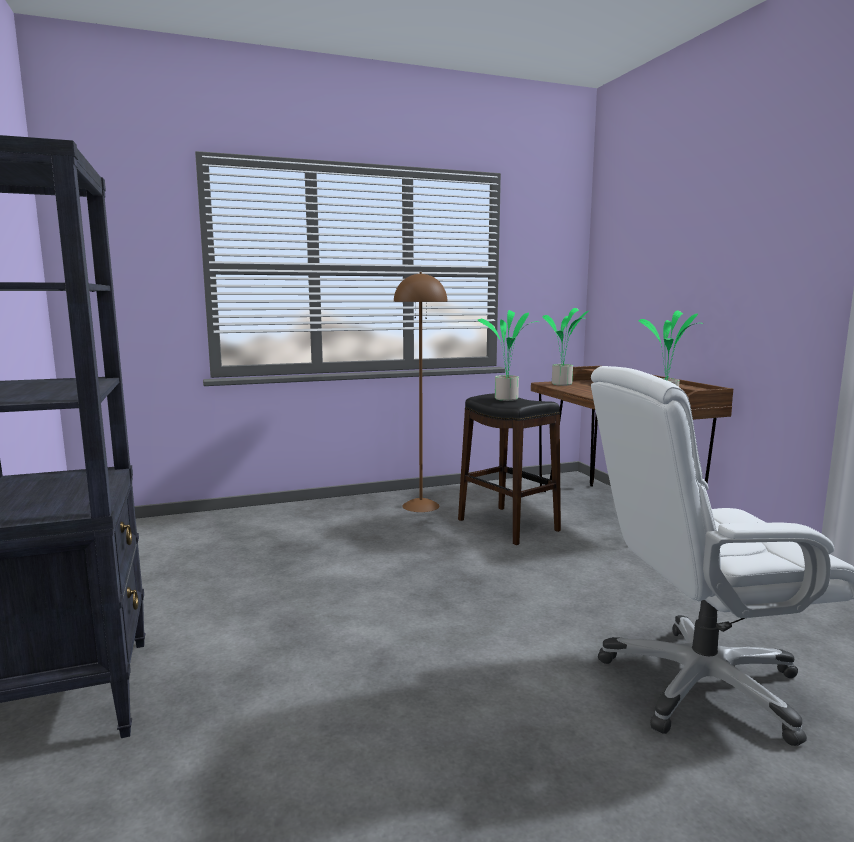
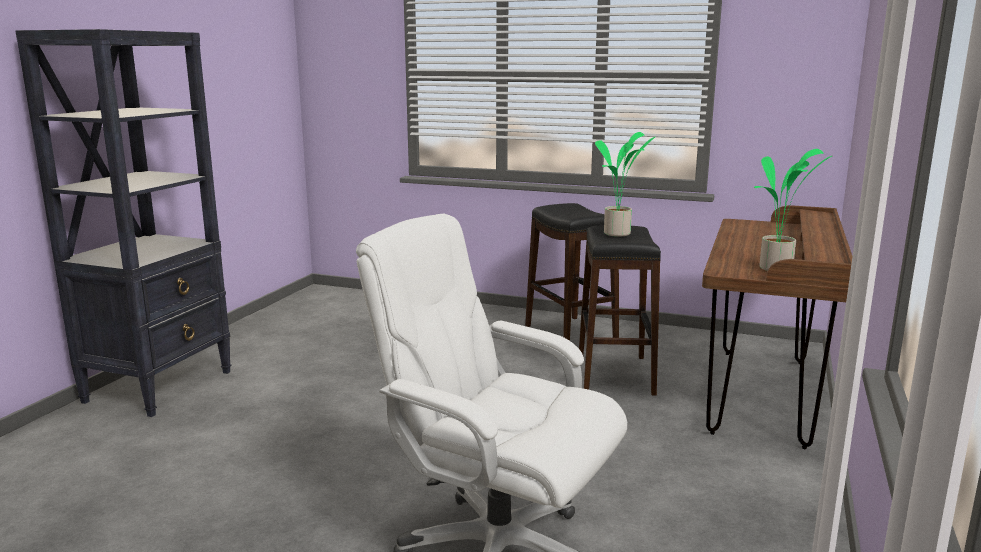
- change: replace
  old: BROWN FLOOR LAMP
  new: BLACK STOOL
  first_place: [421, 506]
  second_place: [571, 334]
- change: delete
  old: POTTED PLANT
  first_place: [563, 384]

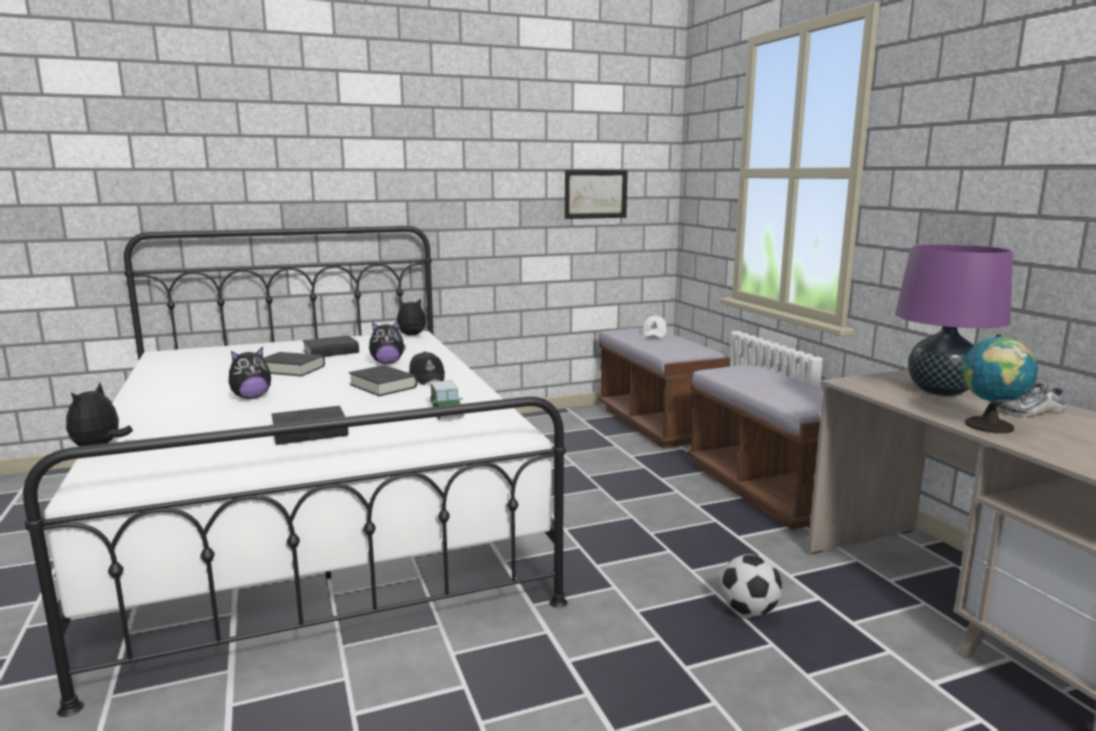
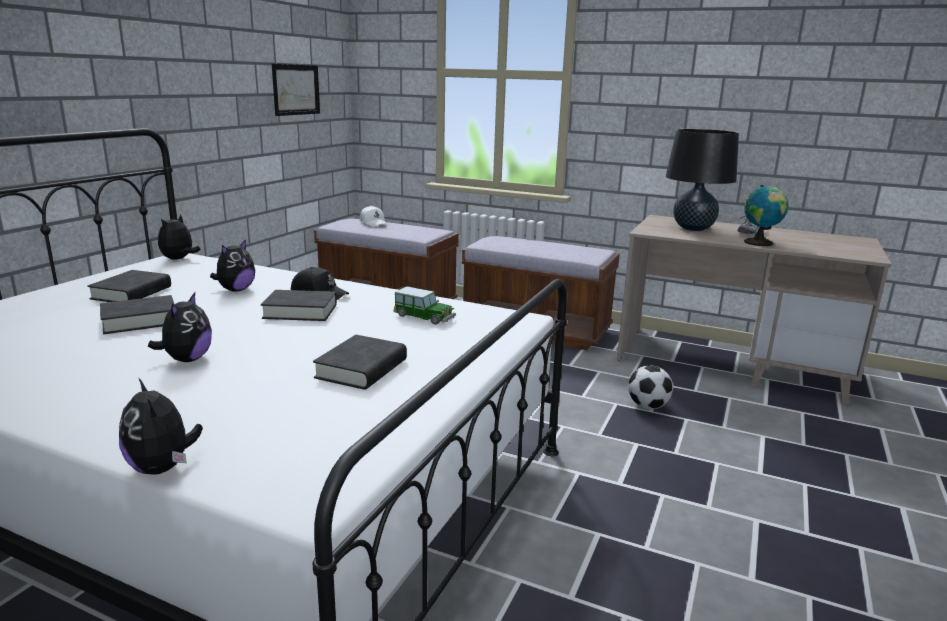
- change: recolor
  old: PURPLE TABLE LAMP
  new: BLACK TABLE LAMP
  first_place: [940, 391]
  second_place: [693, 228]

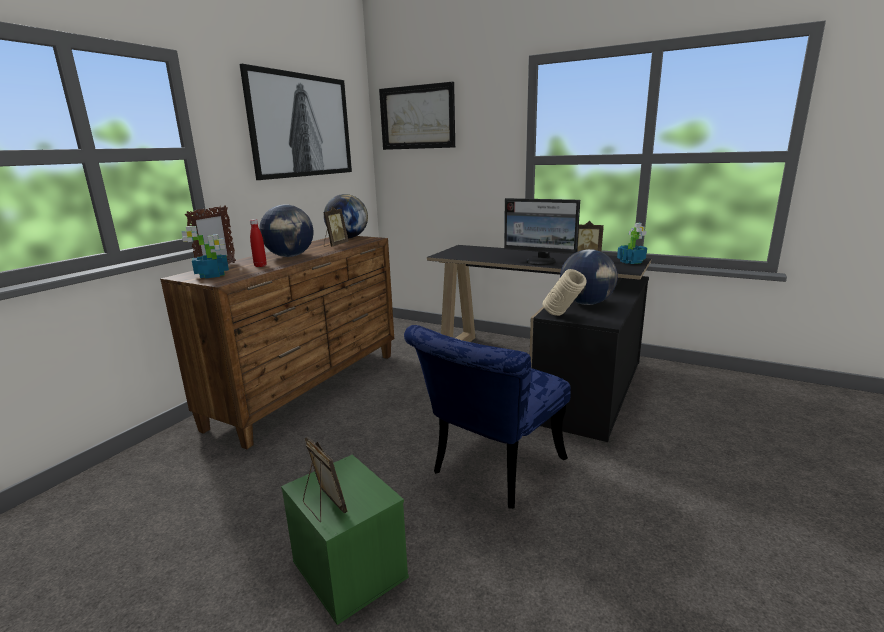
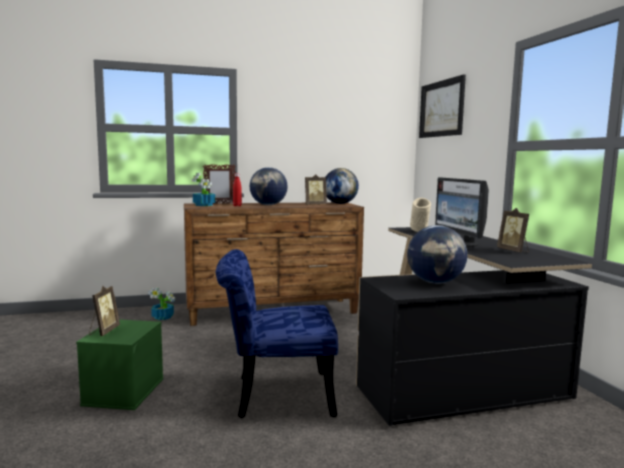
- change: delete
  old: PICTURE
  first_place: [301, 126]
- change: move
  old: POTTED PLANT
  first_place: [631, 261]
  second_place: [163, 317]
- change: move
  old: BEIGE VASE
  first_place: [562, 316]
  second_place: [419, 232]

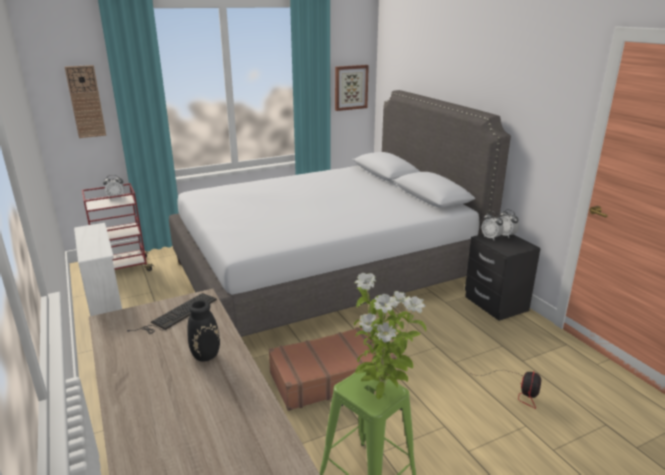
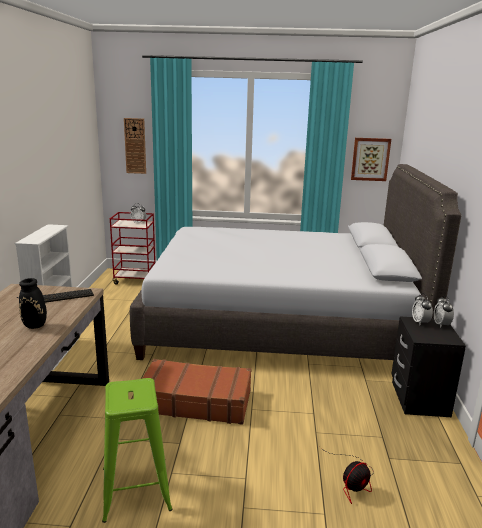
- change: delete
  old: POTTED PLANT
  first_place: [382, 393]

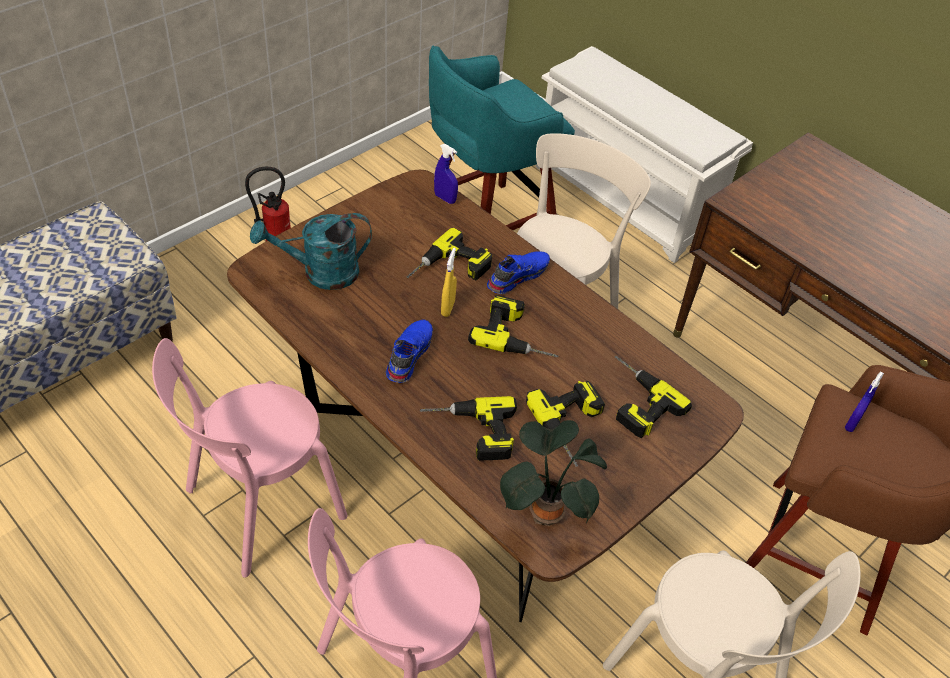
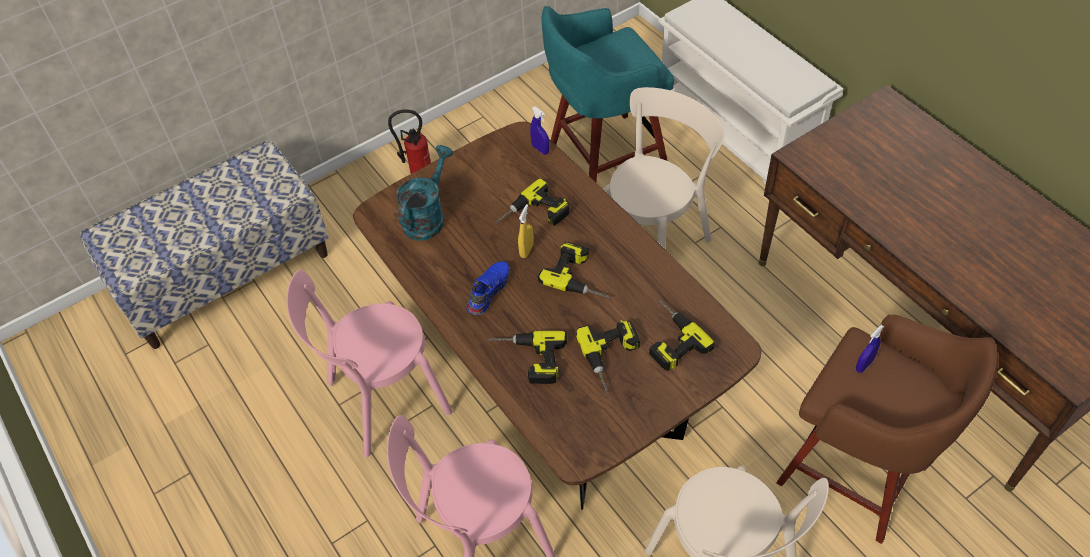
- change: rotate
  old: TURQUOISE WATERING CAN
  first_place: [320, 273]
  second_place: [427, 216]
  degrees: 120
- change: delete
  old: BLUE SHOE
  first_place: [517, 276]
- change: delete
  old: POTTED PLANT
  first_place: [545, 510]

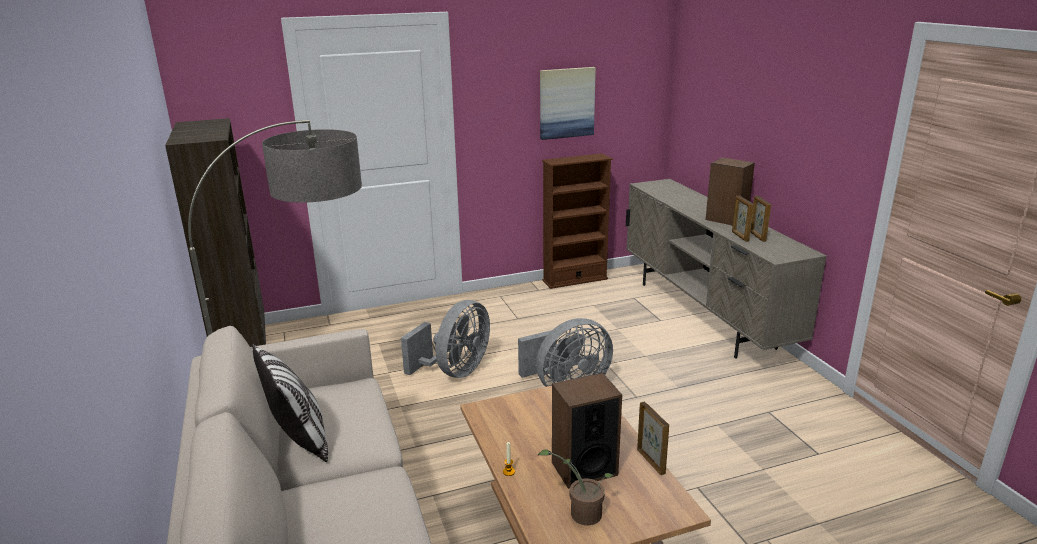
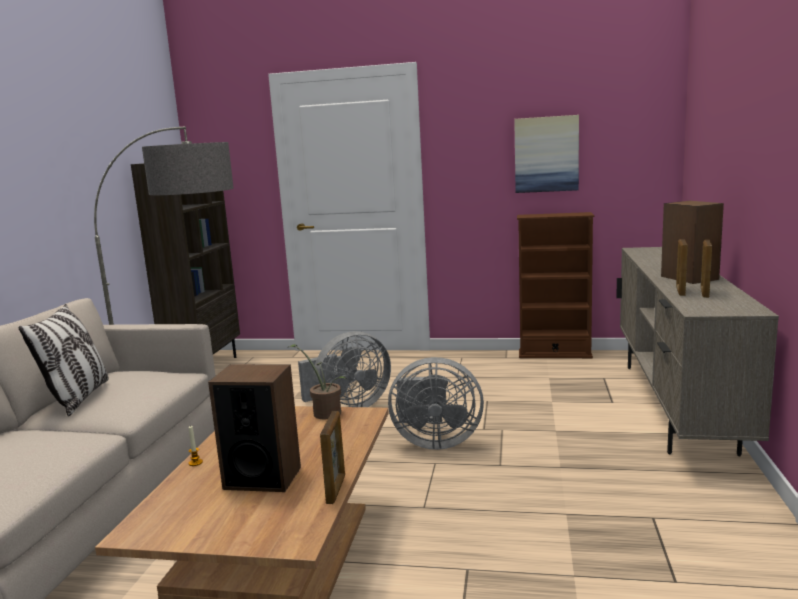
- change: move
  old: POTTED PLANT
  first_place: [581, 513]
  second_place: [324, 412]

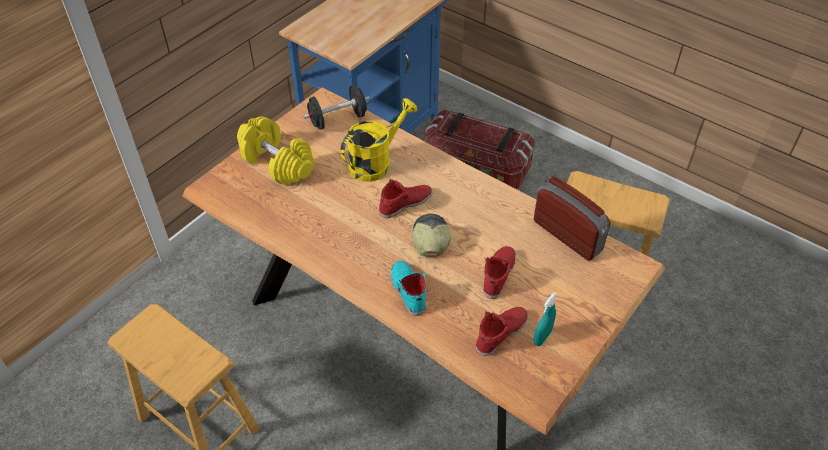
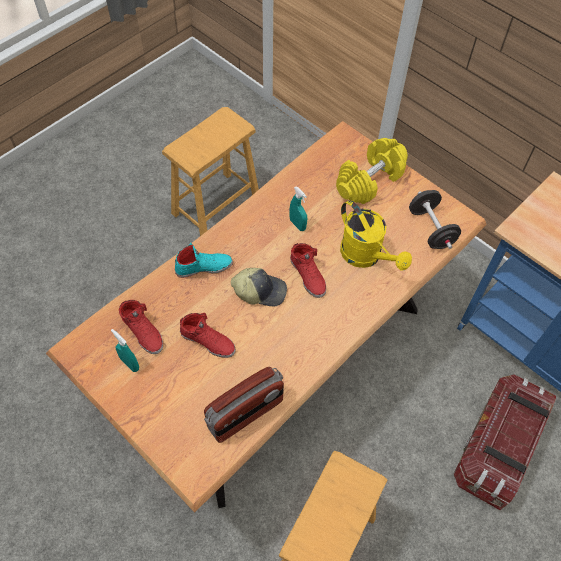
- change: insert
  new: TURQUOISE SPRAY BOTTLE
  second_place: [297, 224]

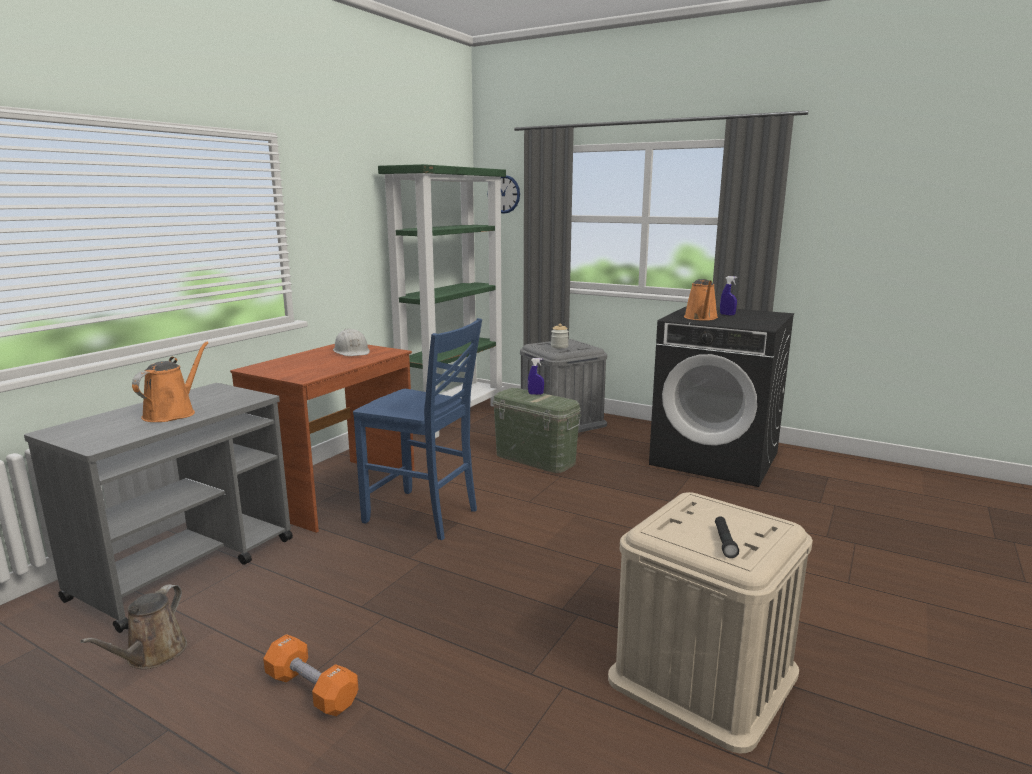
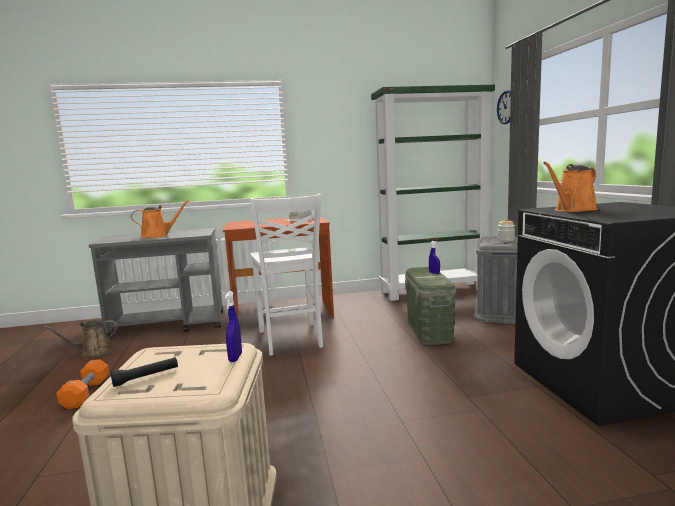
- change: move
  old: BLUE SPRAY BOTTLE
  first_place: [727, 314]
  second_place: [235, 358]
- change: recolor
  old: BLUE CHAIR
  new: WHITE CHAIR
  first_place: [423, 516]
  second_place: [291, 339]

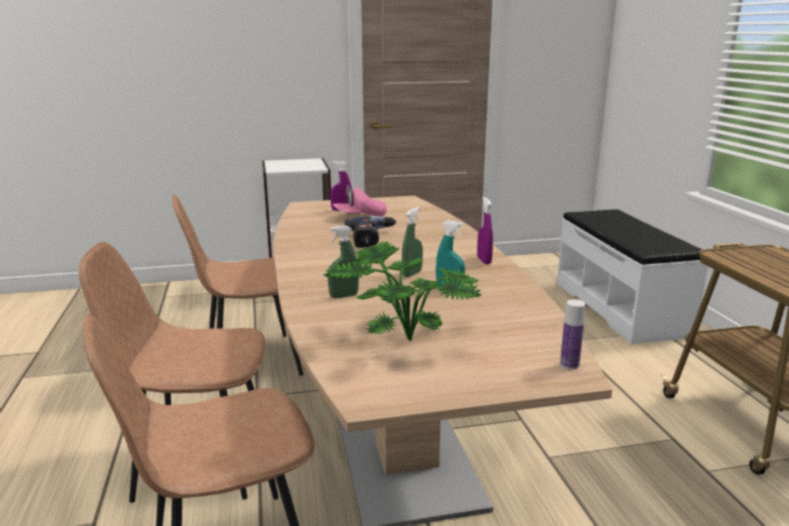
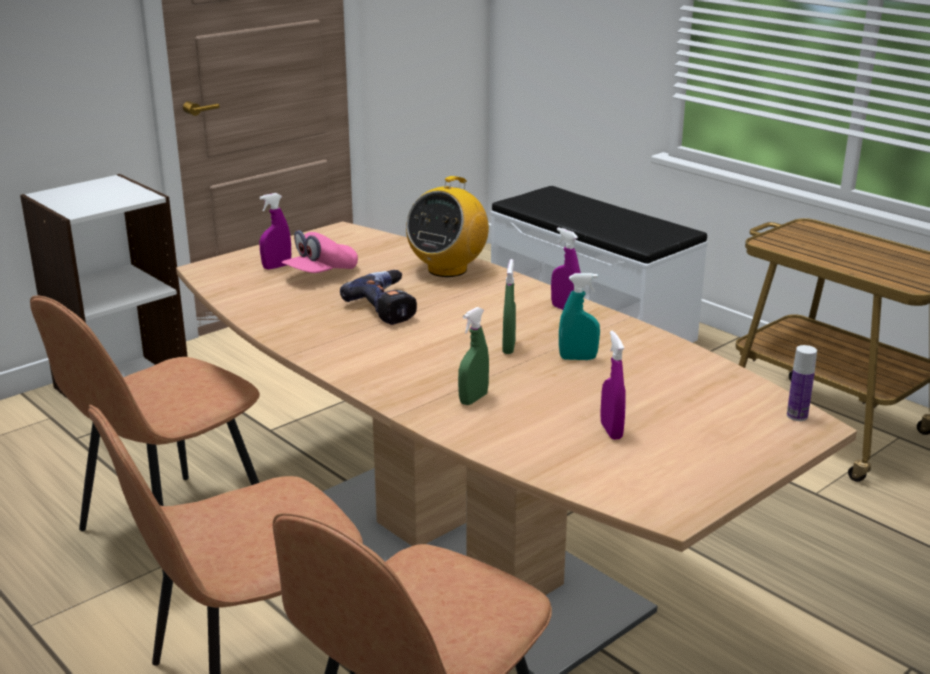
- change: replace
  old: POTTED PLANT
  new: PURPLE SPRAY BOTTLE
  first_place: [405, 336]
  second_place: [611, 431]
- change: insert
  new: RADIO
  second_place: [447, 269]

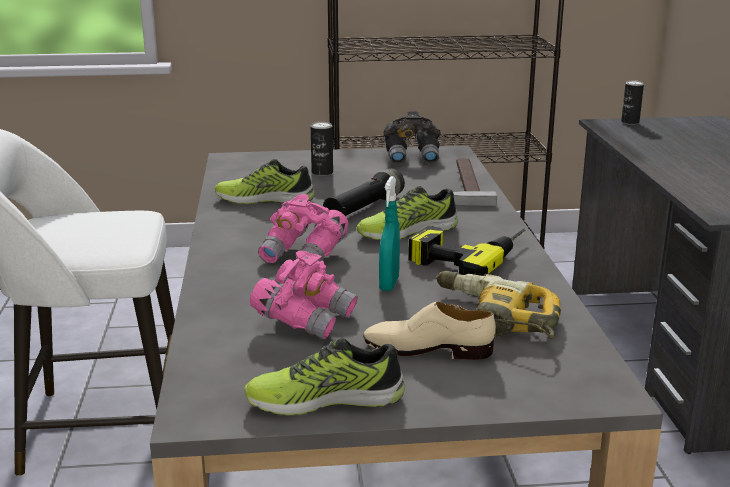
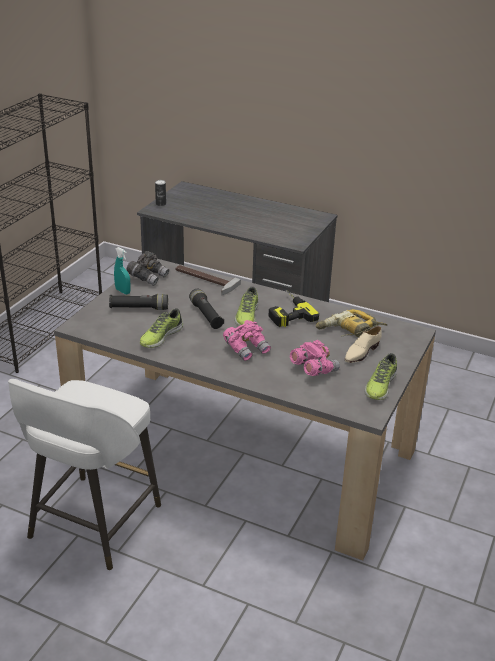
- change: replace
  old: CAN
  new: BLACK FLASHLIGHT
  first_place: [322, 173]
  second_place: [139, 308]
- change: move
  old: TURQUOISE SPRAY BOTTLE
  first_place: [389, 284]
  second_place: [123, 291]

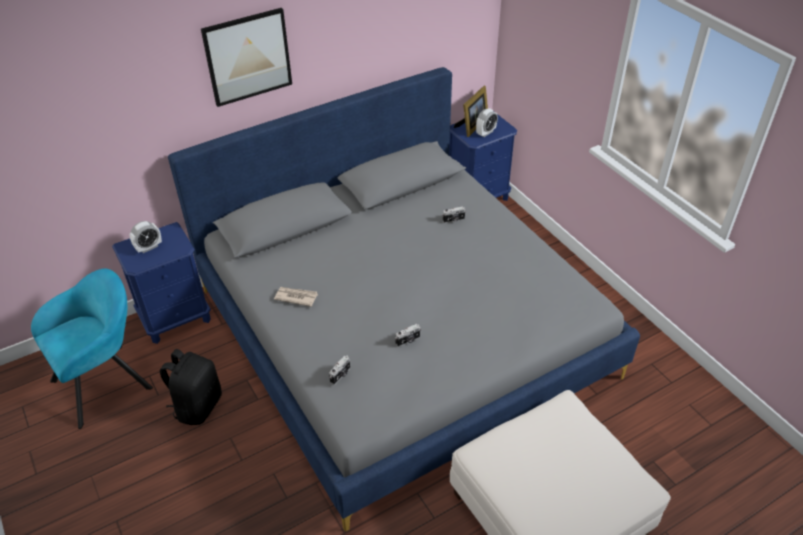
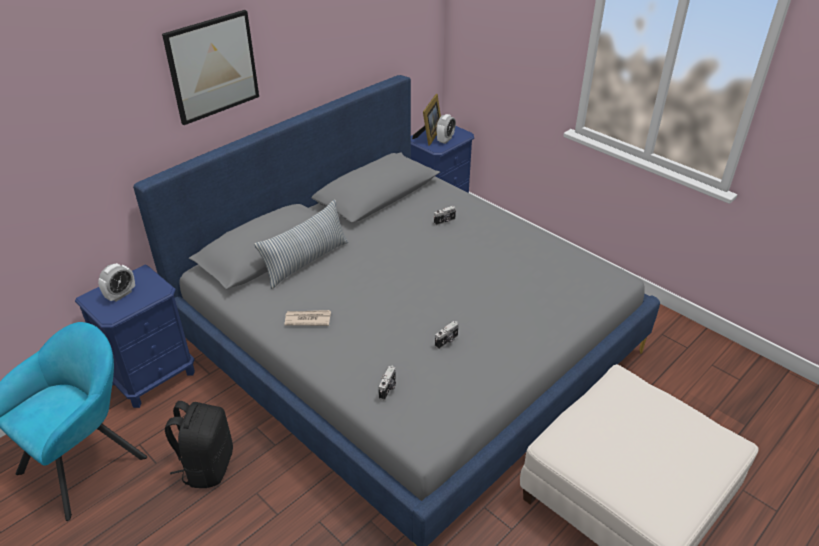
- change: insert
  new: PILLOW
  second_place: [306, 261]

